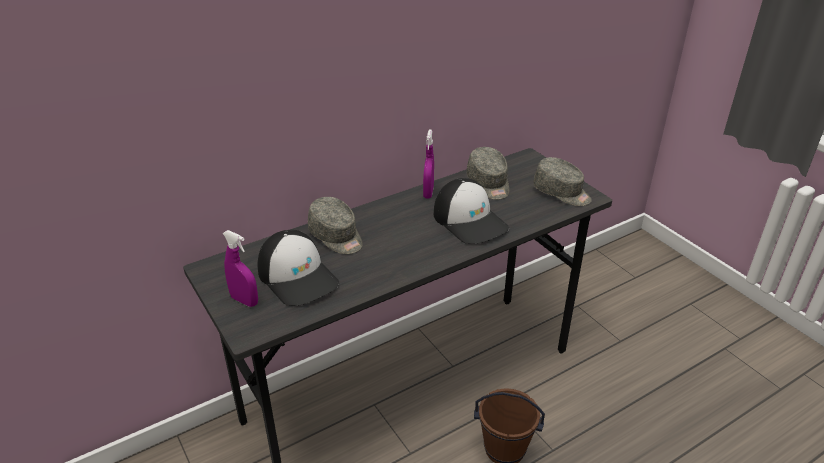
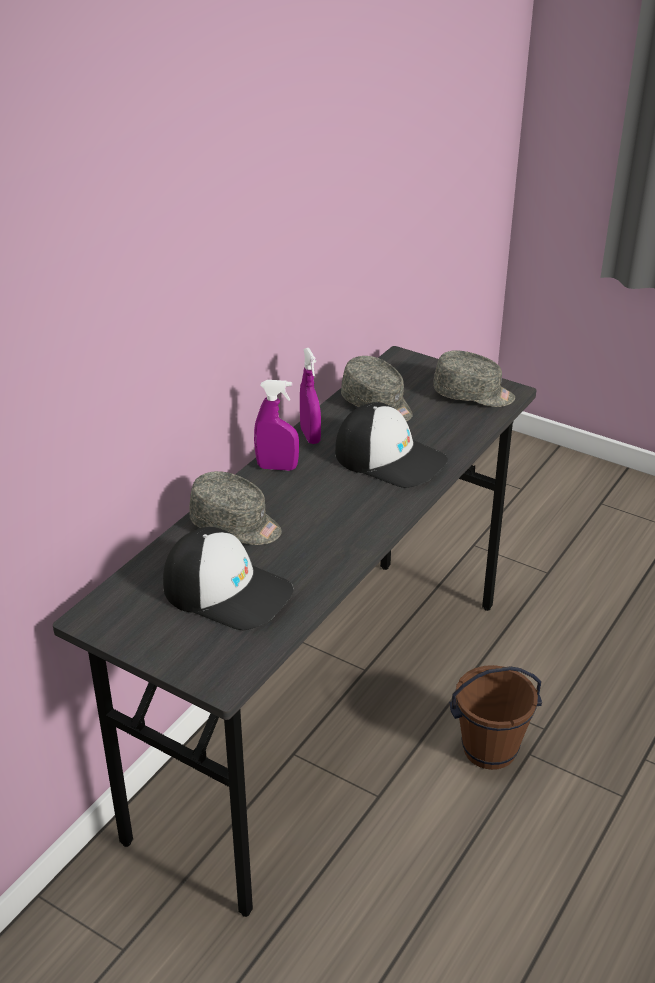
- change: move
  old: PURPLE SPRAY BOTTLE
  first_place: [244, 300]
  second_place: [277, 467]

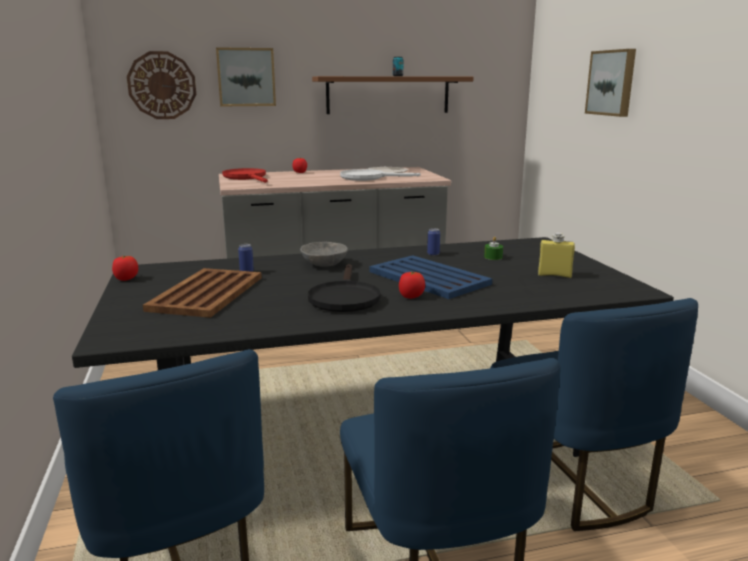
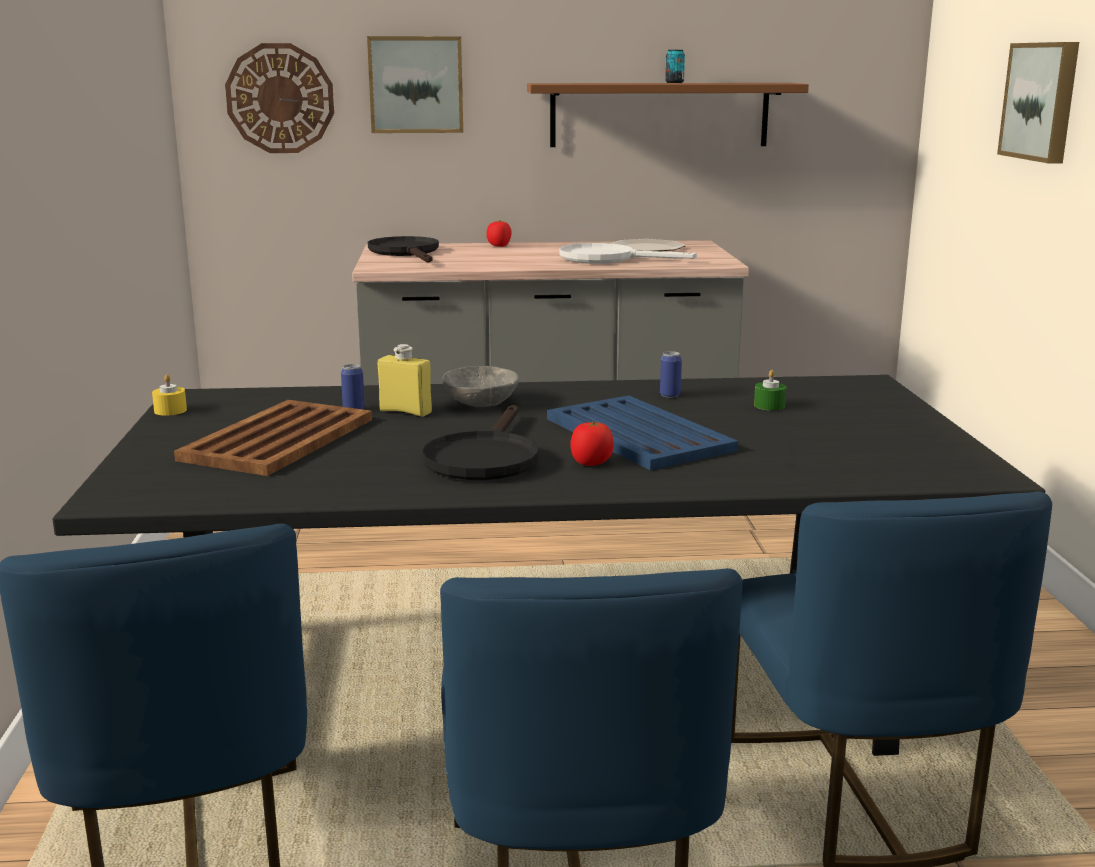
- change: recolor
  old: RED FRYING PAN
  new: BLACK FRYING PAN
  first_place: [247, 177]
  second_place: [407, 253]
- change: move
  old: YELLOW BOTTLE
  first_place: [554, 275]
  second_place: [405, 411]
- change: replace
  old: TOMATO
  new: YELLOW CANDLE
  first_place: [126, 279]
  second_place: [170, 410]

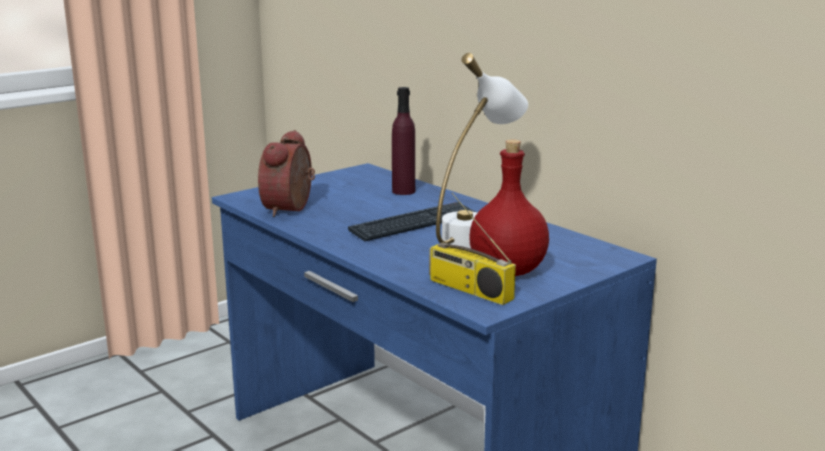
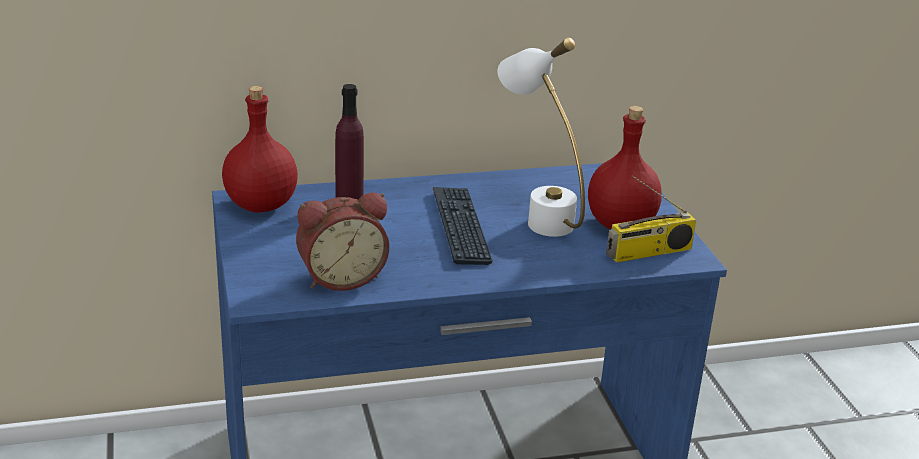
- change: rotate
  old: ALARM CLOCK
  first_place: [291, 209]
  second_place: [341, 277]
  degrees: -60
- change: insert
  new: RED BOTTLE
  second_place: [259, 205]

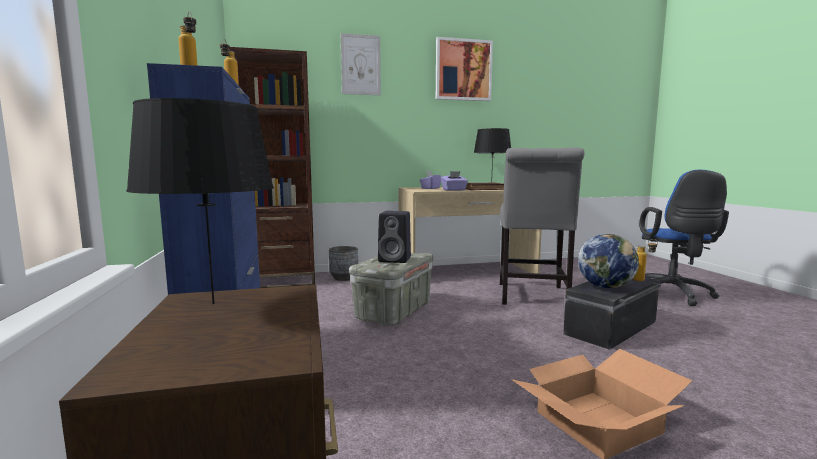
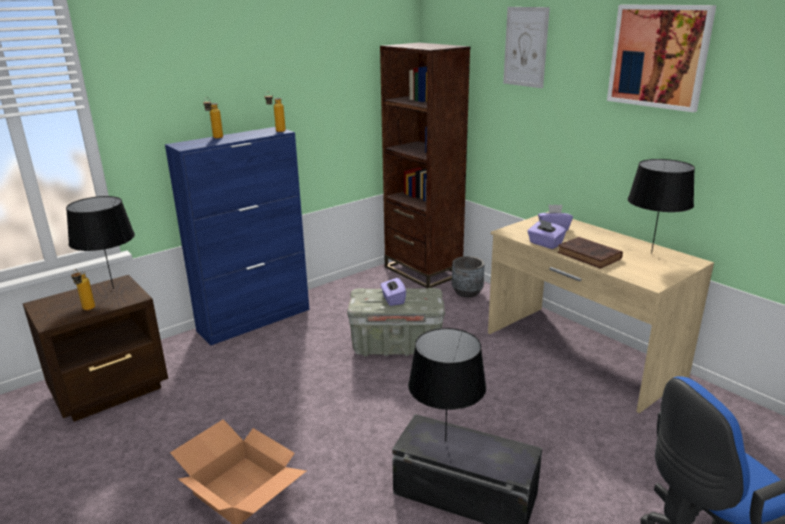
- change: delete
  old: GREY CHAIR
  first_place: [532, 297]
- change: replace
  old: BLACK SPEAKER
  new: PURPLE TISSUE BOX
  first_place: [396, 259]
  second_place: [393, 300]
- change: replace
  old: GLOBE
  new: BLACK TABLE LAMP
  first_place: [605, 287]
  second_place: [446, 441]
- change: move
  old: BOTTLE
  first_place: [643, 280]
  second_place: [87, 310]

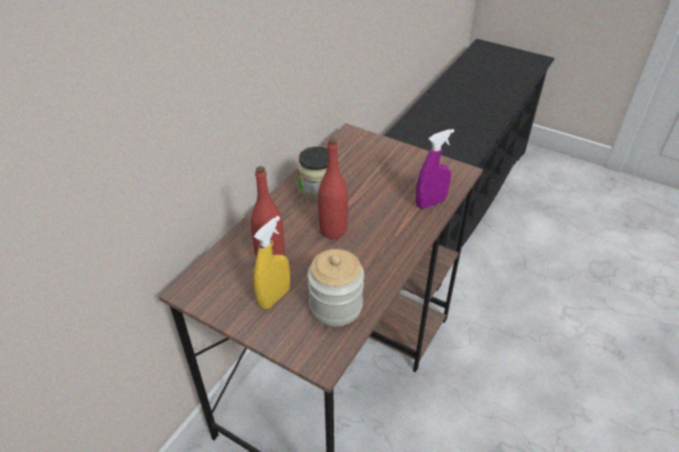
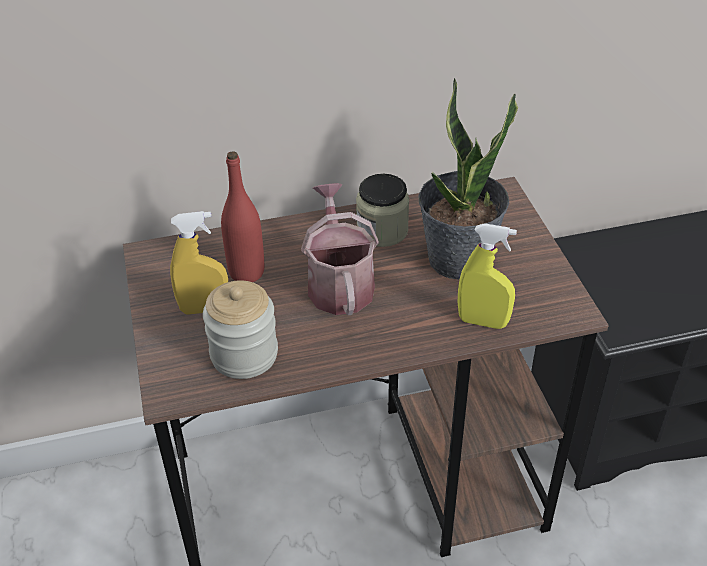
- change: recolor
  old: PURPLE SPRAY BOTTLE
  new: YELLOW SPRAY BOTTLE
  first_place: [430, 203]
  second_place: [483, 322]
- change: replace
  old: RED BOTTLE
  new: WATERING CAN
  first_place: [333, 230]
  second_place: [339, 283]
- change: insert
  new: POTTED PLANT
  second_place: [458, 259]

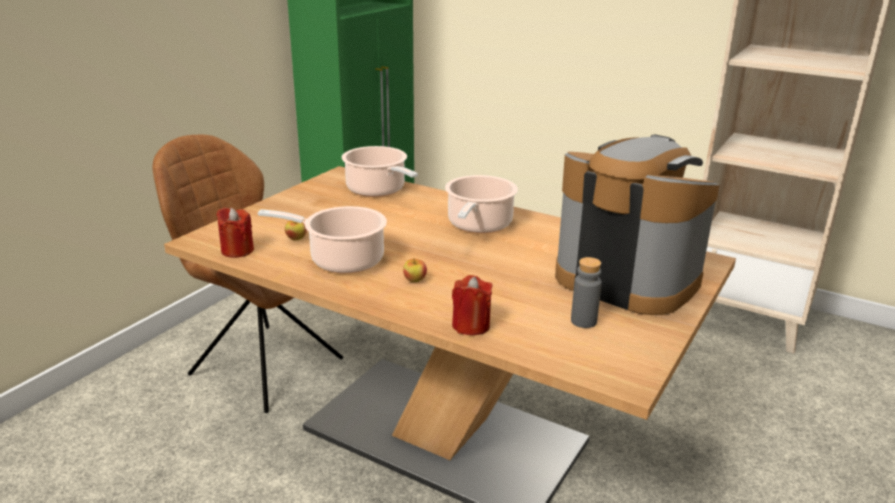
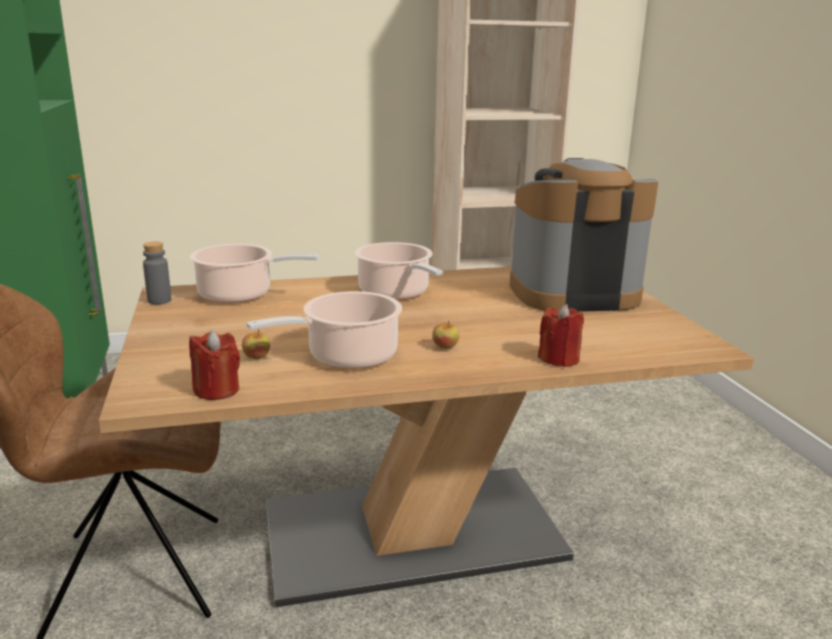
- change: move
  old: GREY BOTTLE
  first_place: [583, 321]
  second_place: [159, 300]

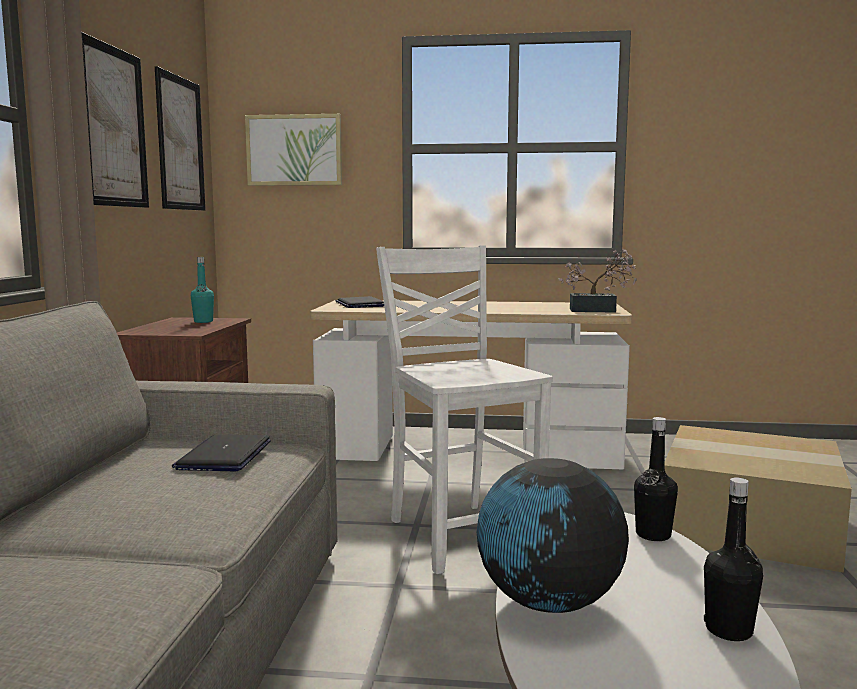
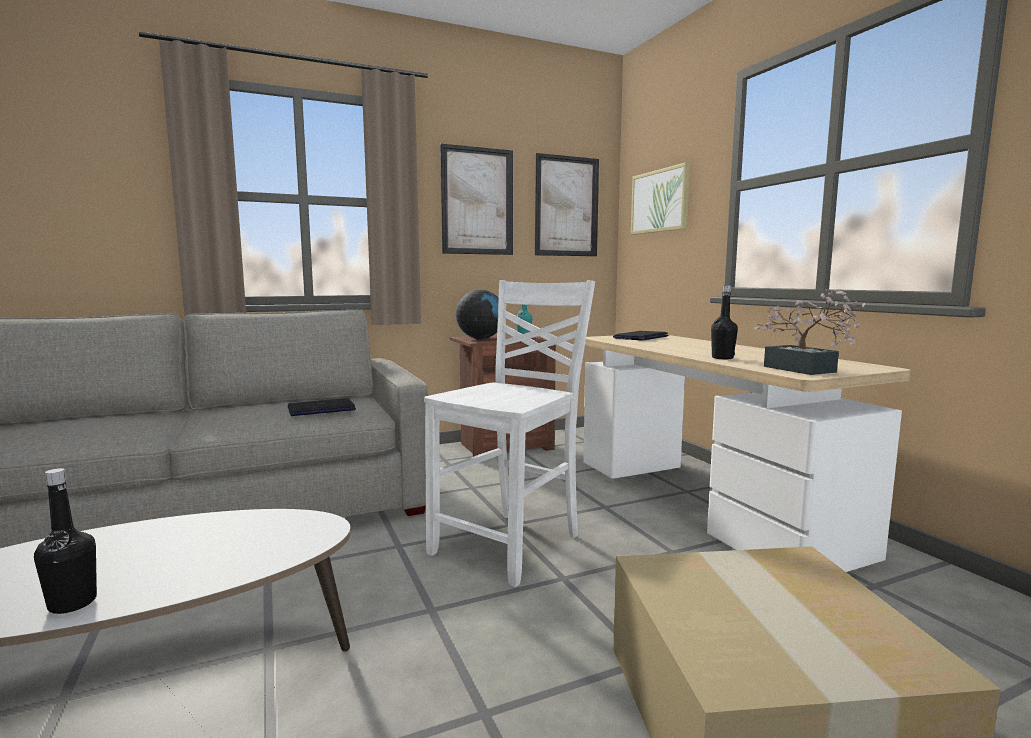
- change: move
  old: BLACK BOTTLE
  first_place: [653, 535]
  second_place: [722, 358]
- change: move
  old: GLOBE
  first_place: [548, 603]
  second_place: [480, 339]

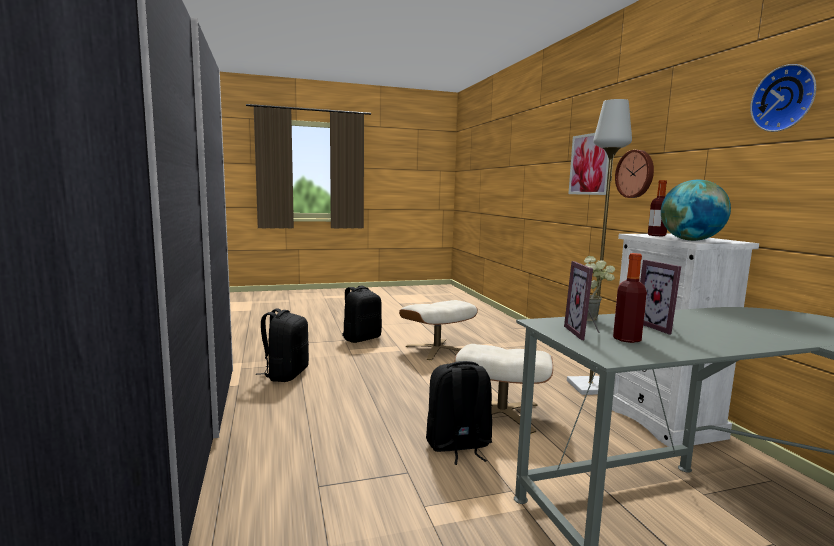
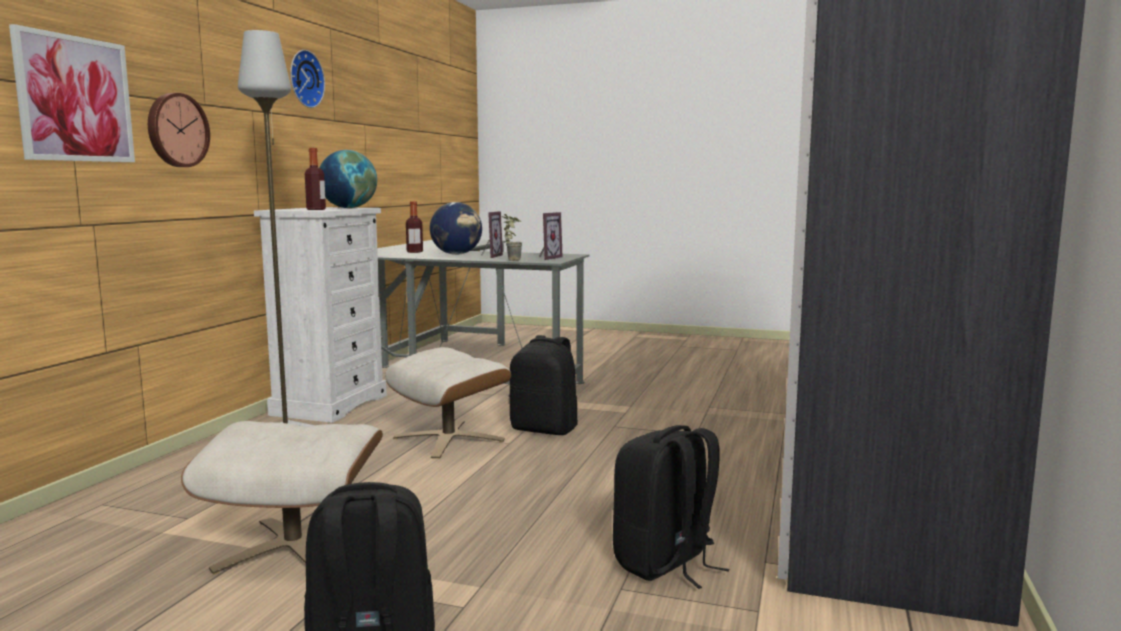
- change: move
  old: BOTTLE
  first_place: [626, 339]
  second_place: [414, 252]
- change: insert
  new: GLOBE
  second_place: [456, 254]

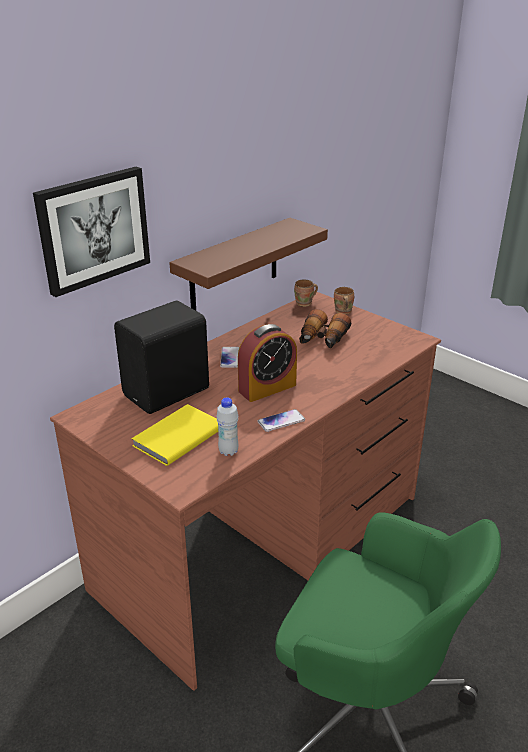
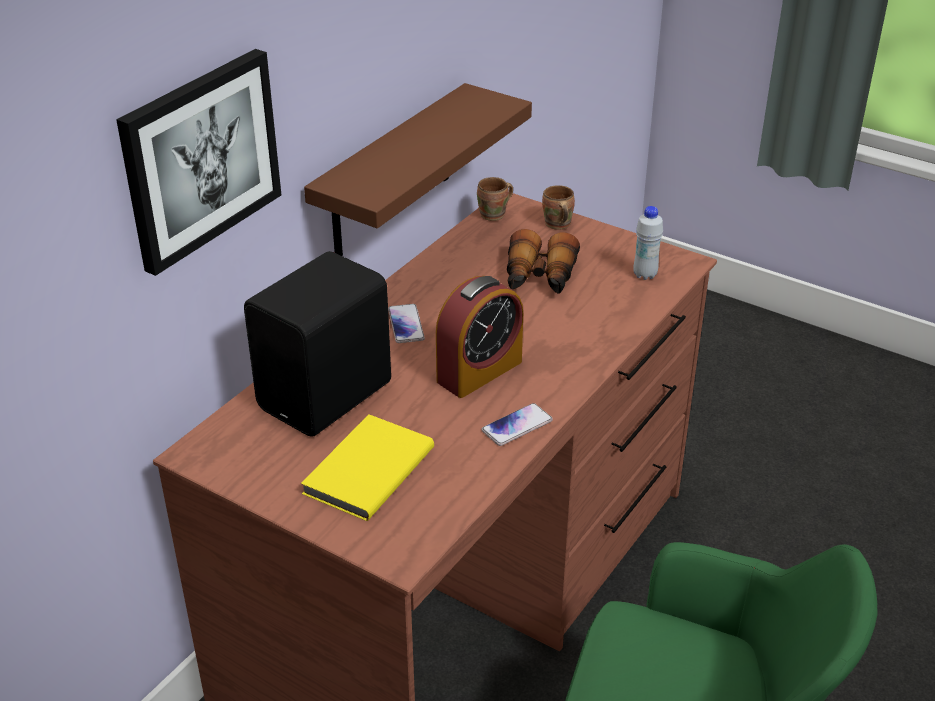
- change: move
  old: WHITE BOTTLE
  first_place: [228, 451]
  second_place: [645, 275]

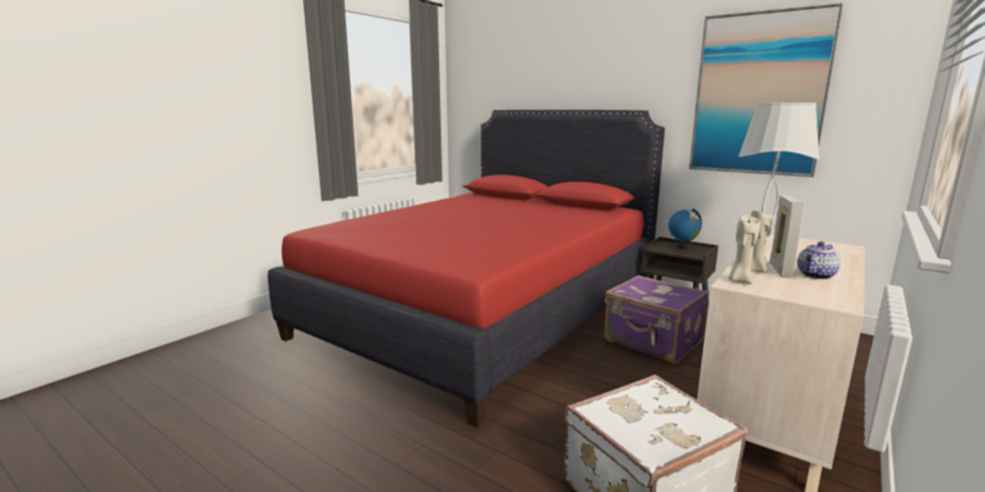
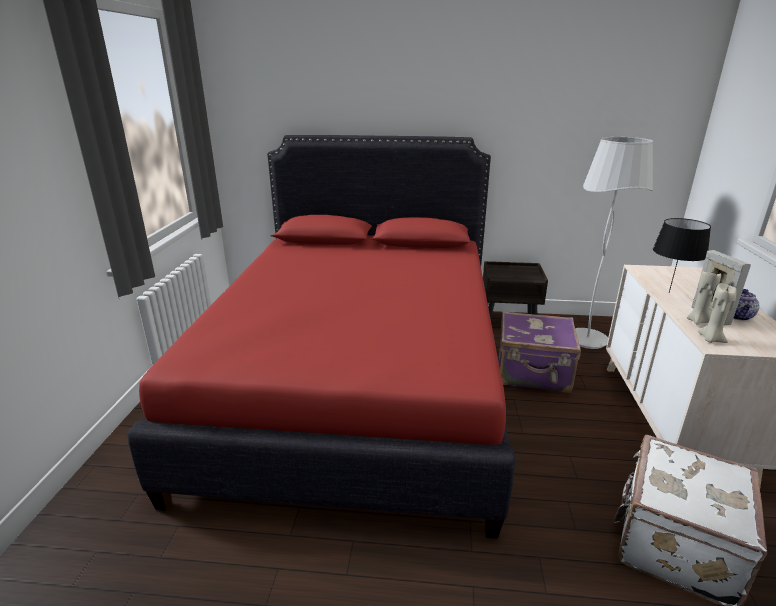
- change: delete
  old: PICTURE
  first_place: [758, 94]
- change: delete
  old: GLOBE
  first_place: [682, 247]
- change: insert
  new: BLACK TABLE LAMP
  second_place: [669, 292]

